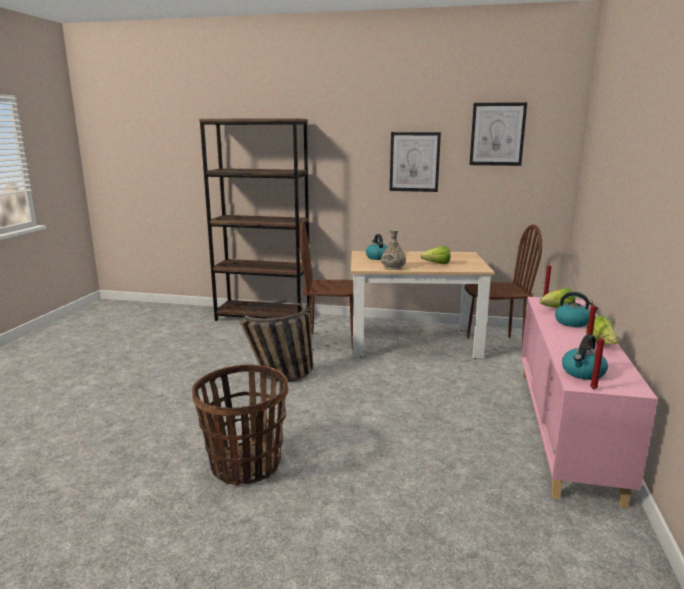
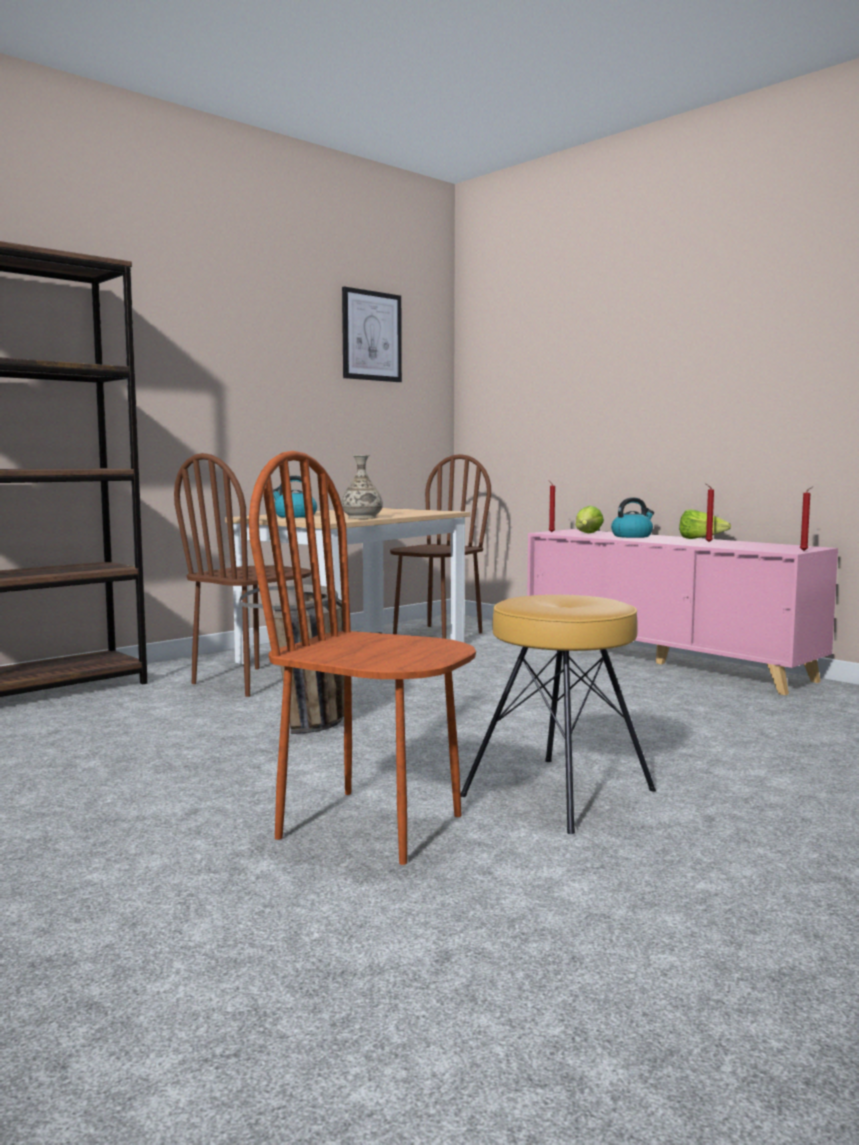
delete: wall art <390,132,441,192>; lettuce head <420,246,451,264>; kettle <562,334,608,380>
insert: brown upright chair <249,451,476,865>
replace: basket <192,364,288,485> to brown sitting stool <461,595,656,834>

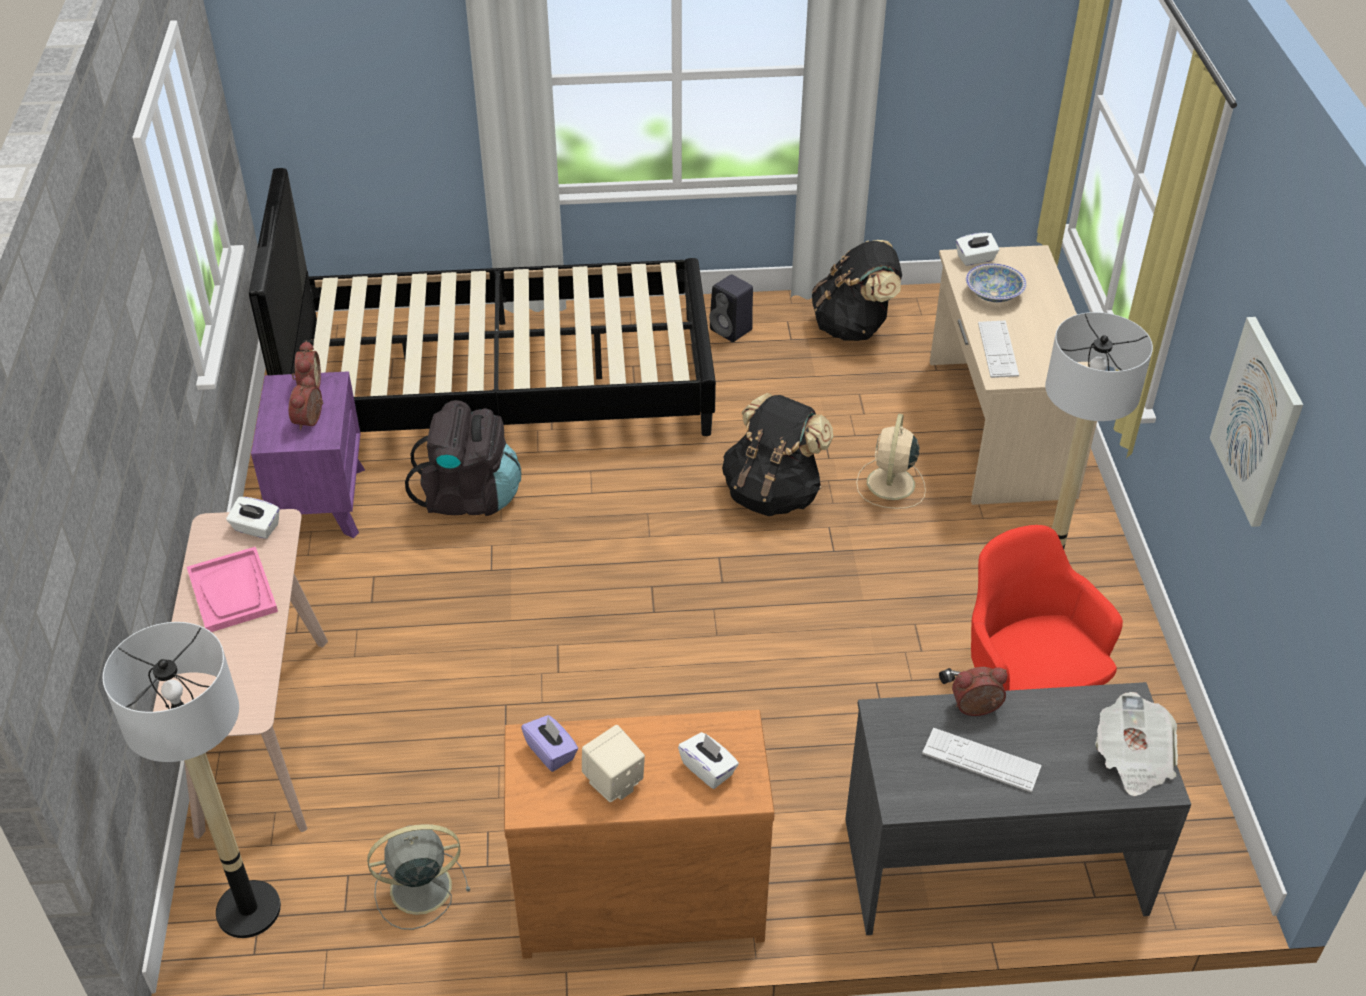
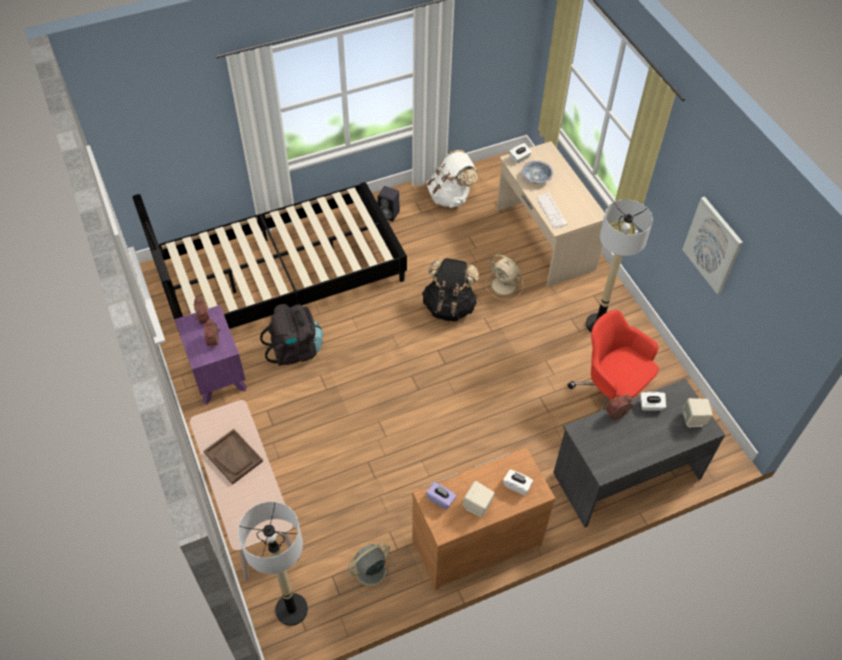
delete: computer keyboard <922,728,1042,792>
move: whitish box of tissues <226,497,279,539> to <640,392,666,411>
replace: printed paper <1095,692,1178,796> to sand-coloured speaker <682,398,713,428>
recolor: pink tray <187,547,278,632> to brown tray <204,429,263,485>; blackish backpack <812,240,902,341> to whitish backpack <427,150,478,208>
rotate: sand-coloured cooling fan <856,414,926,509> = <485,255,524,300> 45 degrees counterclockwise

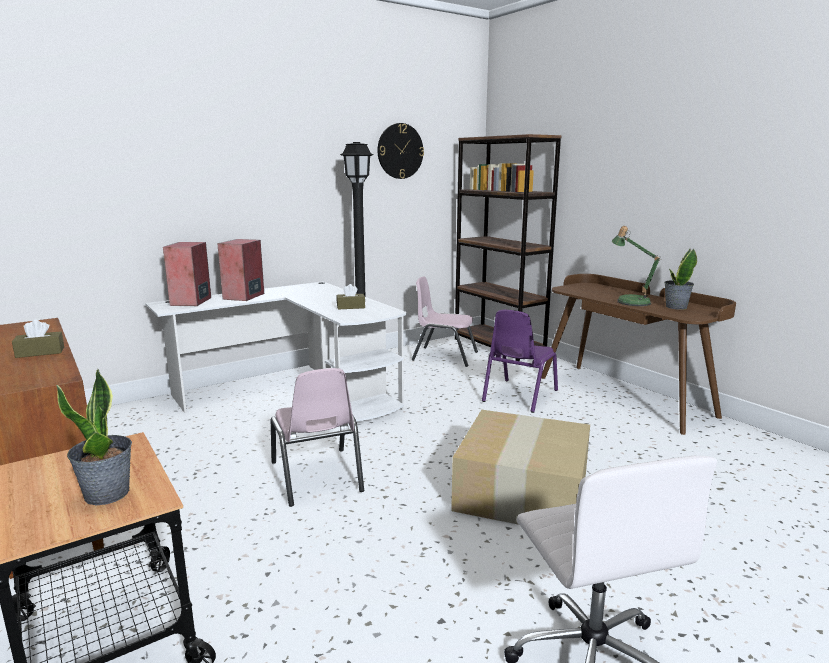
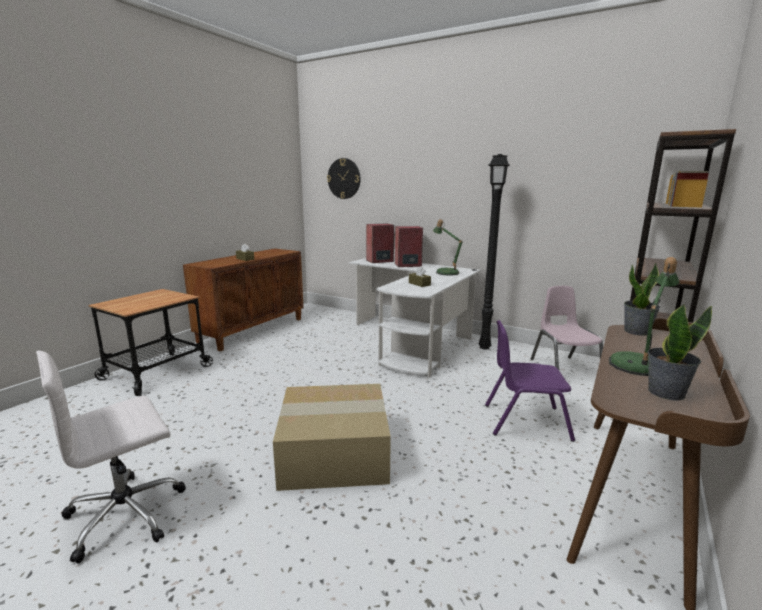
delete: pink upright chair <271,368,364,507>
insert: lamp for a table <433,219,463,276>
move: hanging clock <377,123,424,179> to <327,158,361,199>; plant in a pot <56,369,132,505> to <624,263,660,336>

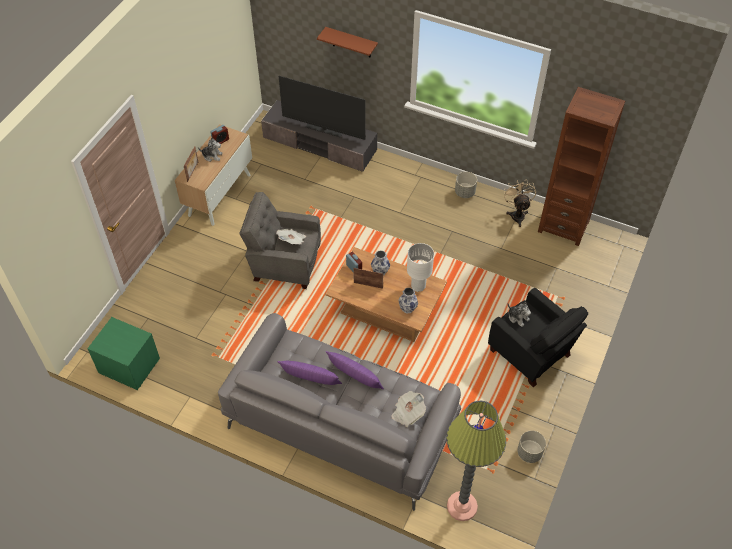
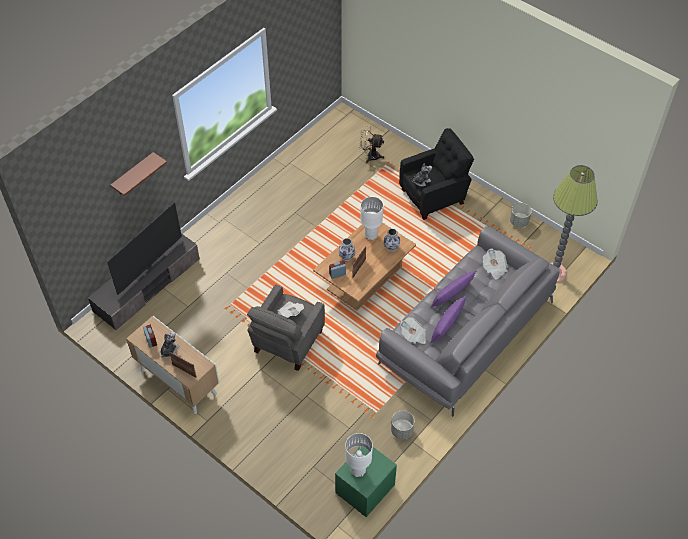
delete: brown bookshelf <538,87,625,246>
insert: whitish lamp for a table <345,433,373,477>; printed paper <400,317,426,344>
move: sand-coloured cooling fan <504,179,536,227> to <359,125,384,163>; gray planter <455,172,477,198> to <391,410,414,439>

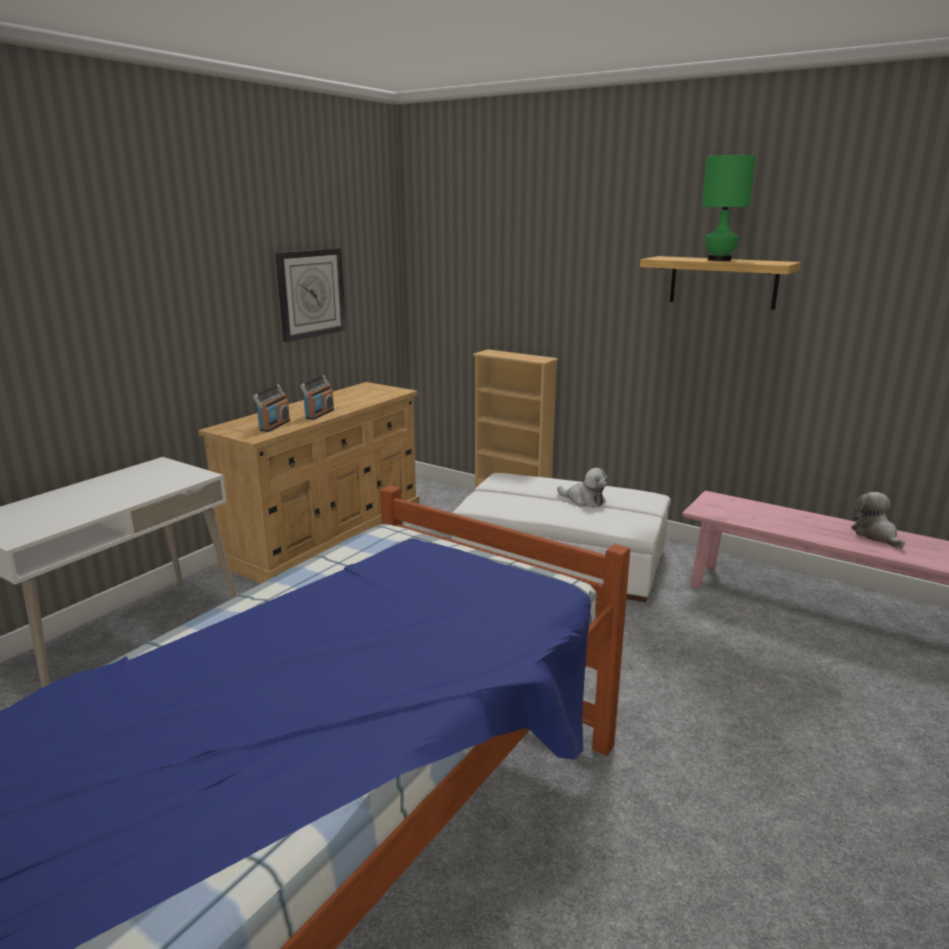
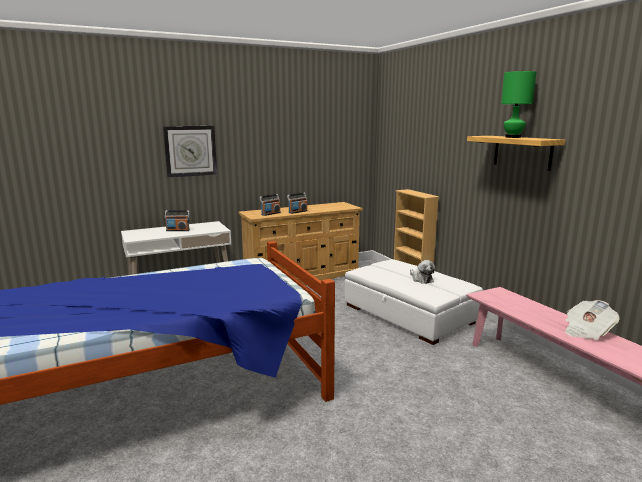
insert: radio set <165,210,190,231>
move: hanging clock <275,248,346,342> to <163,126,217,177>
replace: plush toy <851,492,905,549> to printed paper <565,300,619,340>

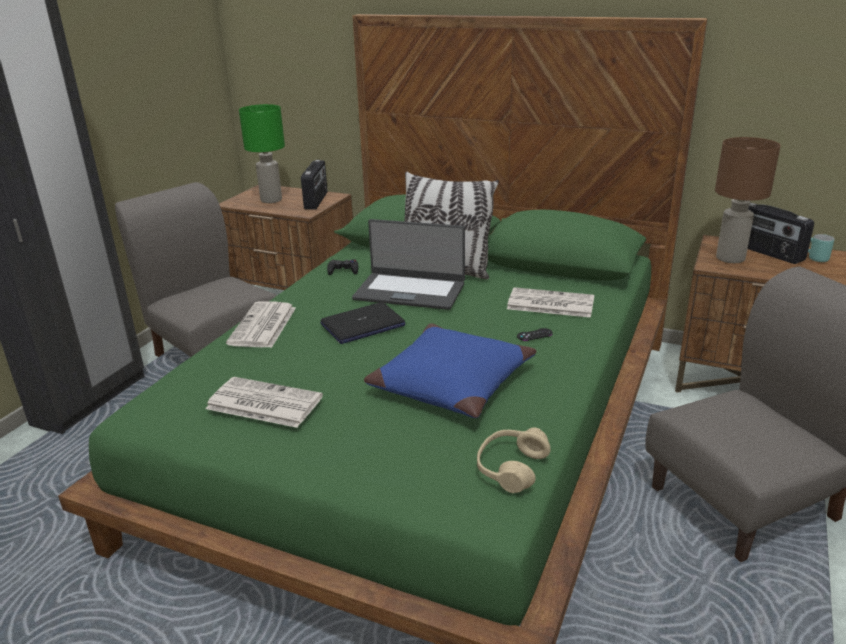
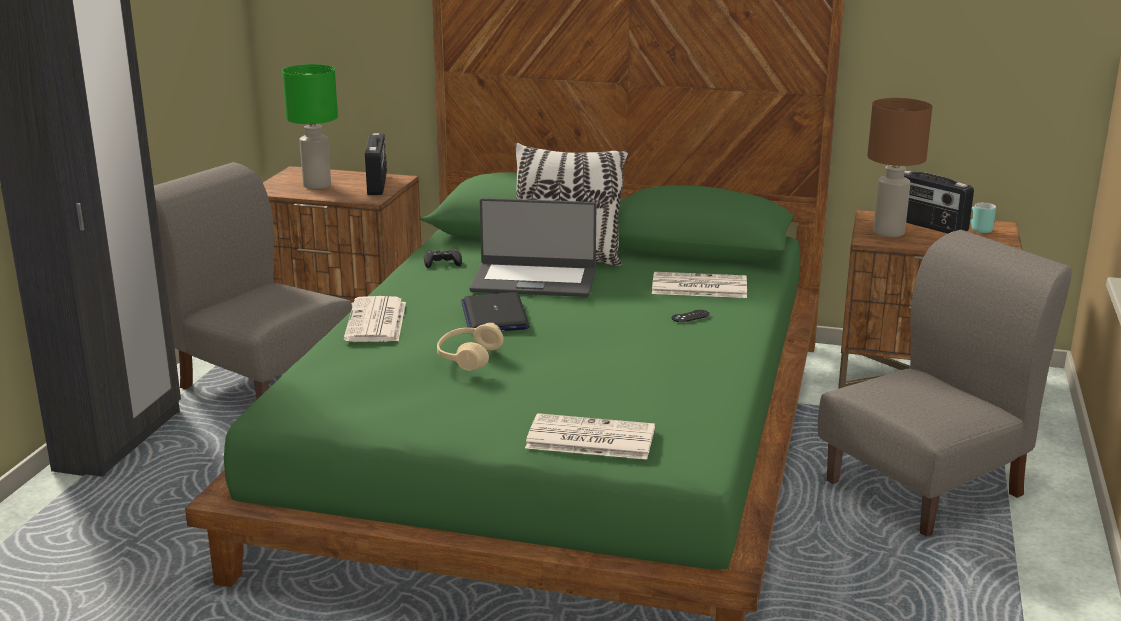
delete: blue pillow <364,323,537,418>
move: sand-coloured pair of headphones <477,428,550,493> to <437,323,504,371>; printed paper <205,377,323,428> to <525,413,655,460>
rotate: notebook computer <320,302,405,344> = <461,292,530,331> 120 degrees clockwise

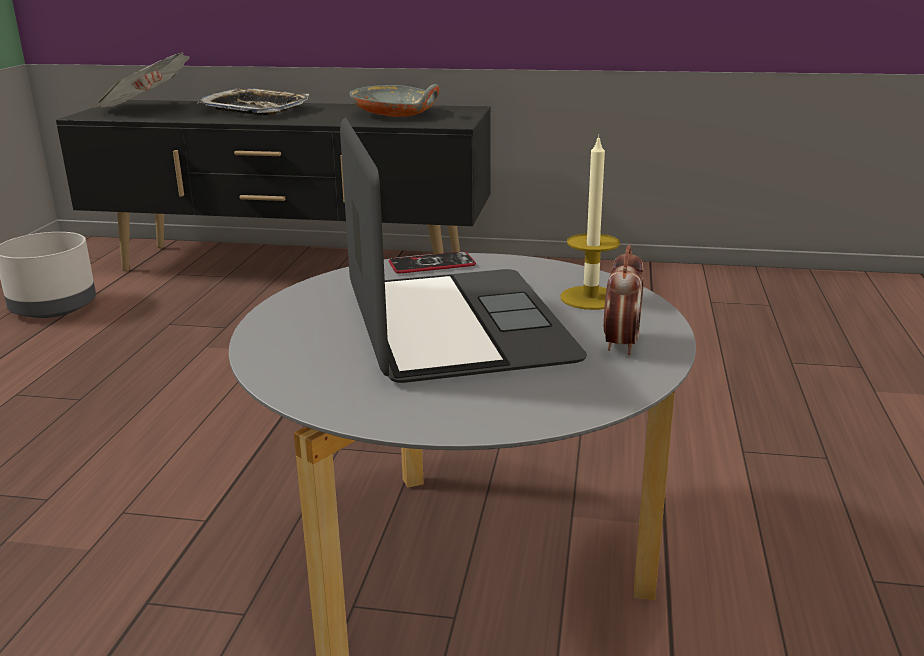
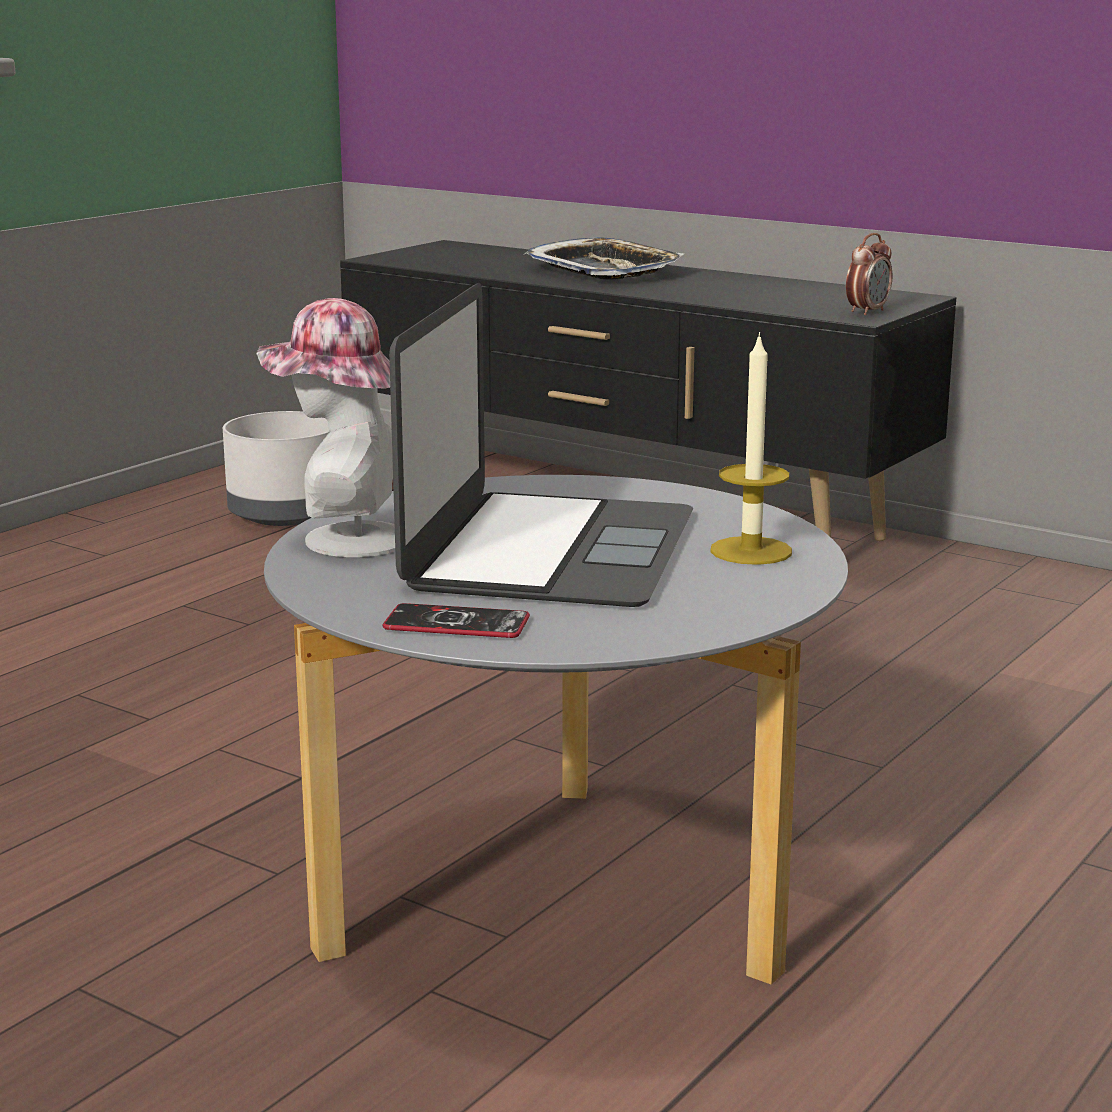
delete: printed paper <93,52,190,108>; gray serving bowl <349,84,439,117>
insert: clothing hat <256,298,395,557>
move: telephone <389,251,476,274> to <383,603,530,638>; alarm clock <604,245,644,355> to <846,233,893,315>

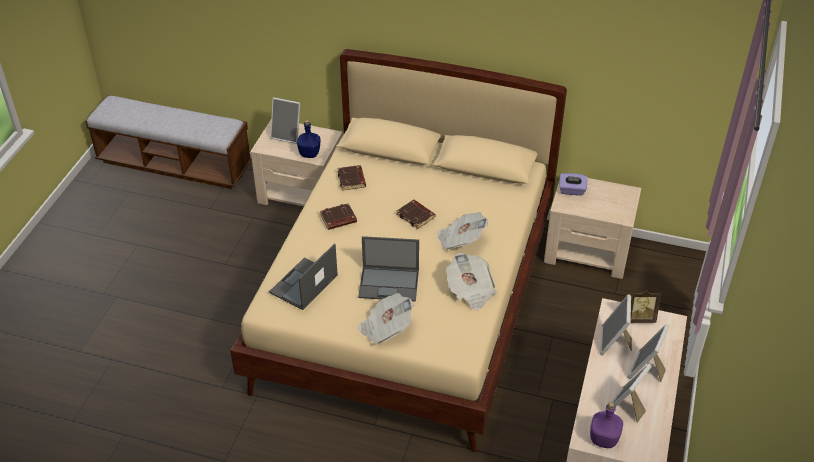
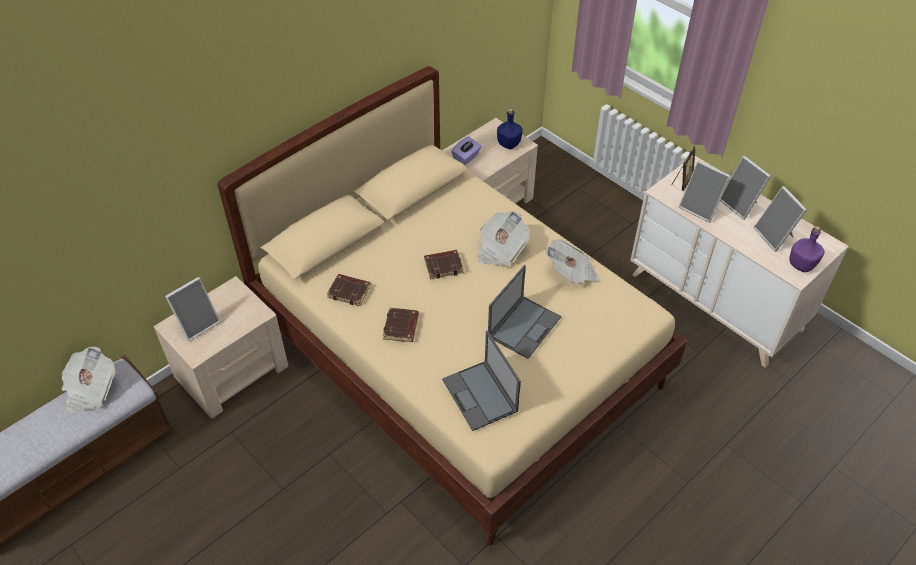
move: printed paper <358,293,414,345> to <61,347,115,412>; blue bottle <297,120,320,158> to <497,108,523,149>

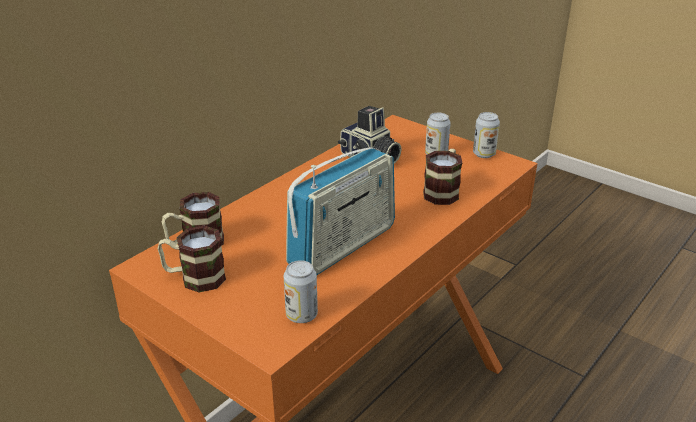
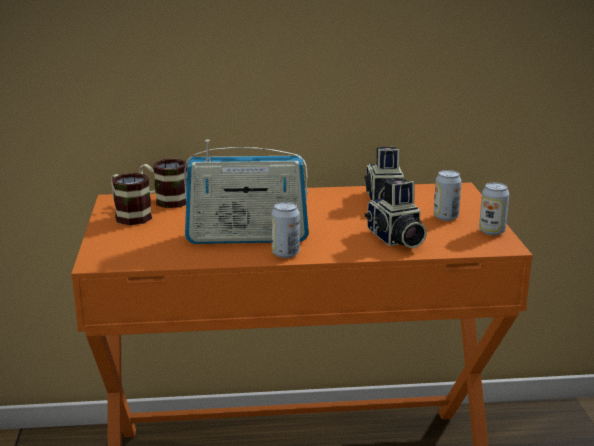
move: can <284,260,318,323> to <271,202,300,258>
replace: tea mug <423,149,462,205> to photo camera <365,178,427,248>

